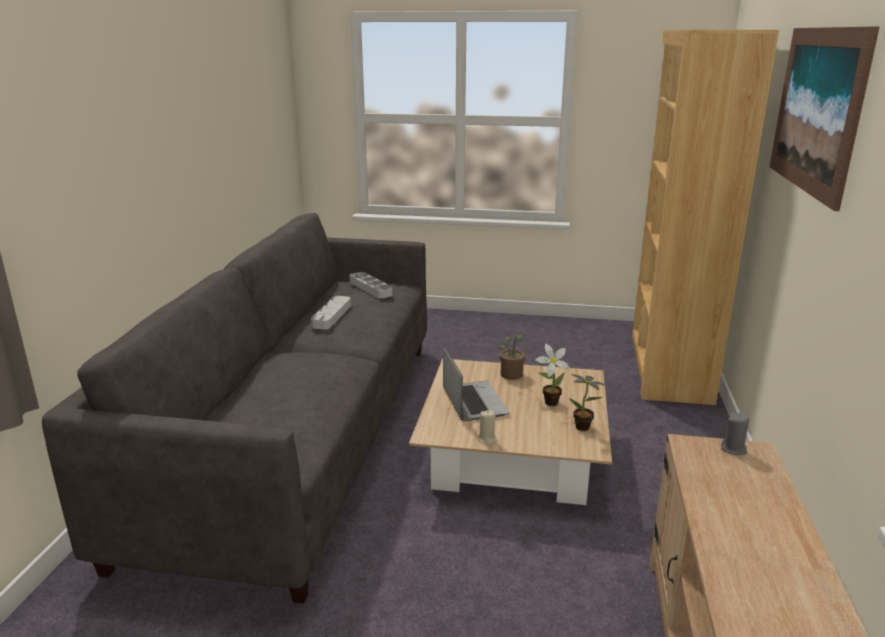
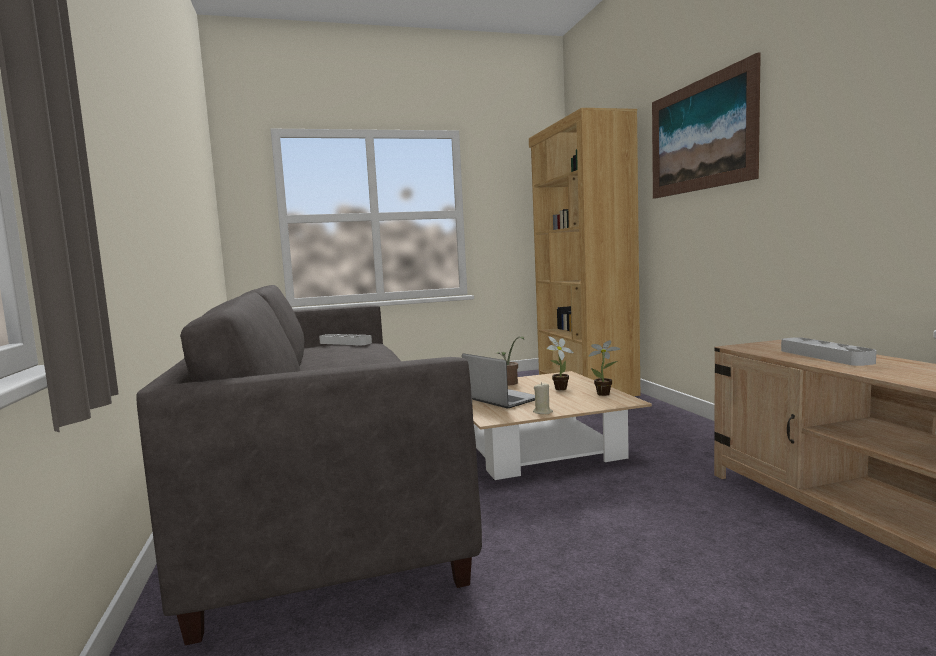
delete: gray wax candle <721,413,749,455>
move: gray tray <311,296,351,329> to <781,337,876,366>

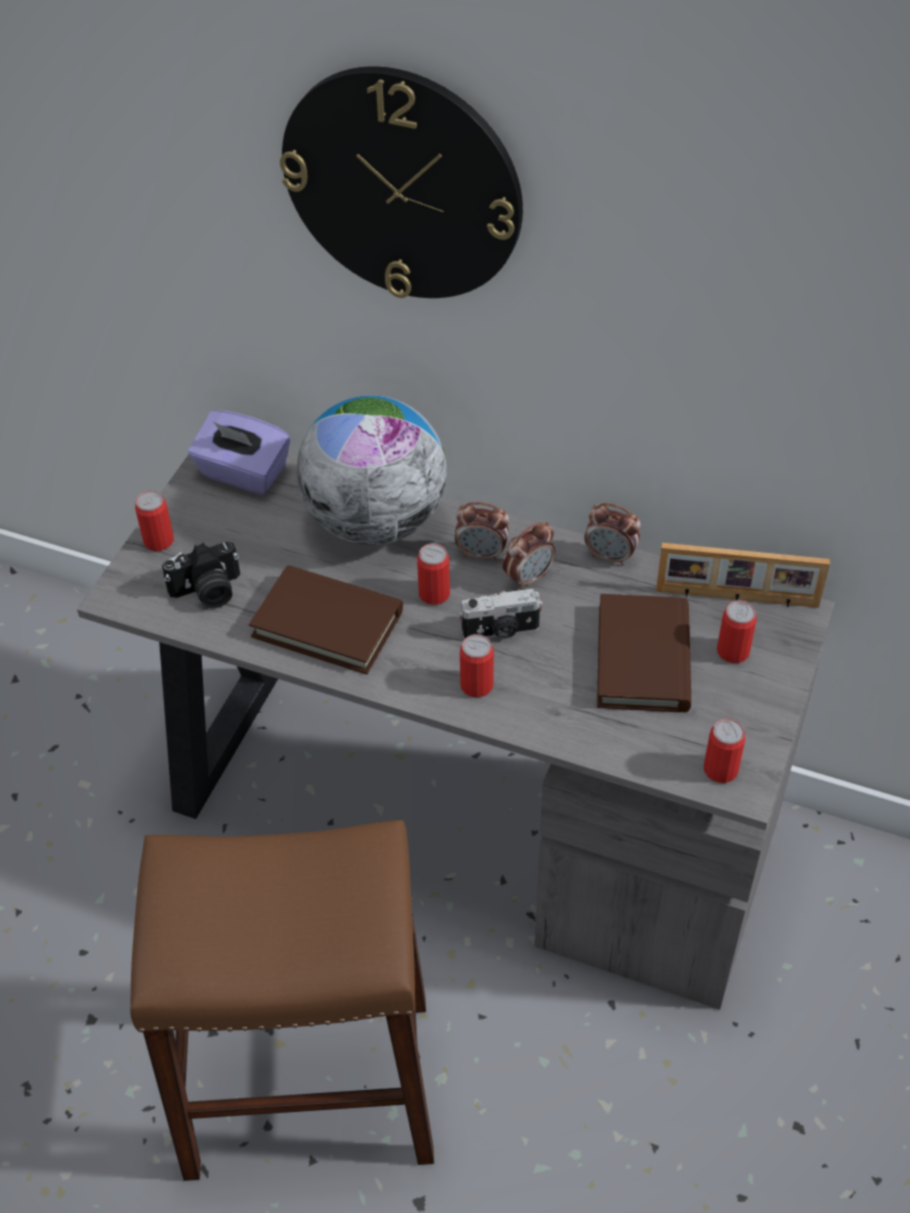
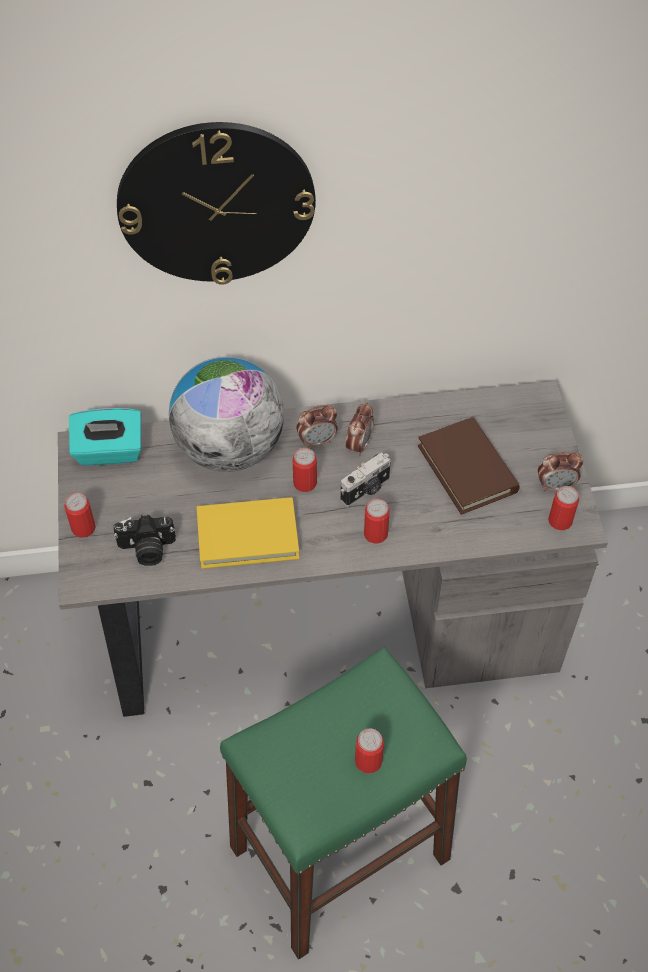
delete: photo frame <656,543,830,608>
move: can <717,600,757,663> to <355,729,384,774>; alarm clock <584,503,641,566> to <538,452,583,492>
recolor: purple box of tissues <188,410,290,495> to turquoise-coloured box of tissues <69,408,142,466>; brown volume <249,565,403,674> to yellowish volume <197,497,299,569>; brown sitting stool <130,820,434,1181> to green-coloured sitting stool <220,647,467,960>
rotate: photo camera <162,542,240,608> = <114,515,176,566> 45 degrees clockwise

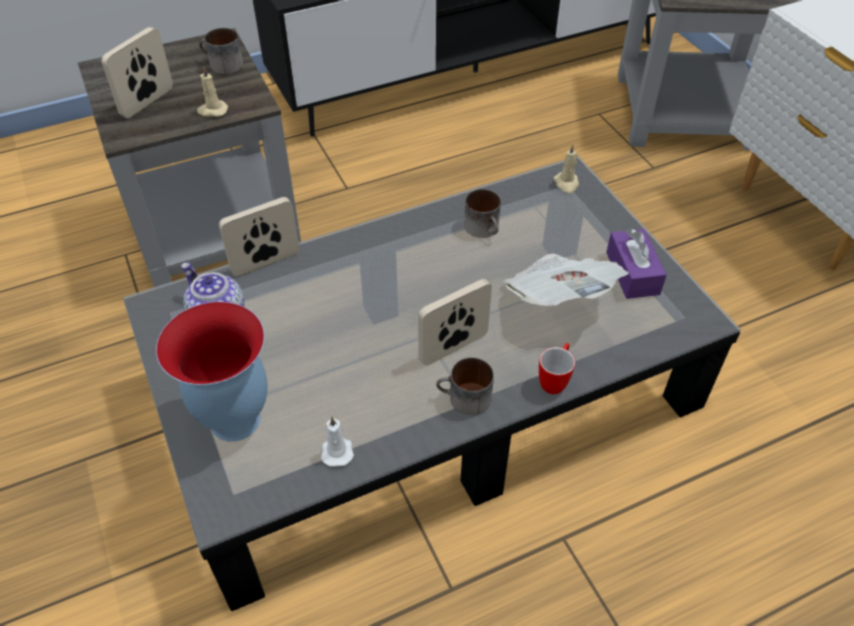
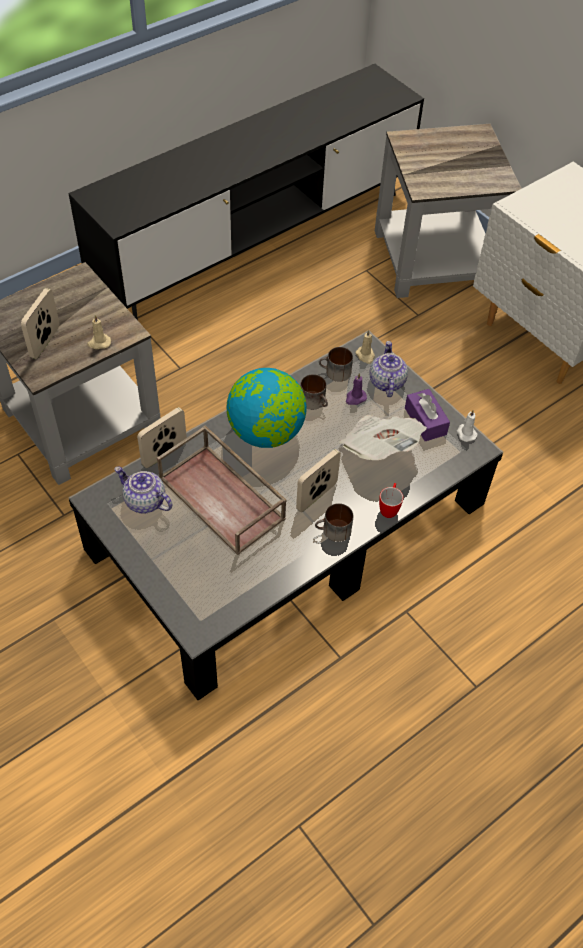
delete: decorative vase <156,302,268,442>
insert: brown tray <157,426,287,555>; world globe <227,368,307,448>; purple wax candle <346,373,367,405>; tea pot <370,341,408,397>
move: tea mug <199,28,243,74> to <319,347,353,382>; whitish wax candle <321,417,354,467> to <457,410,477,442>

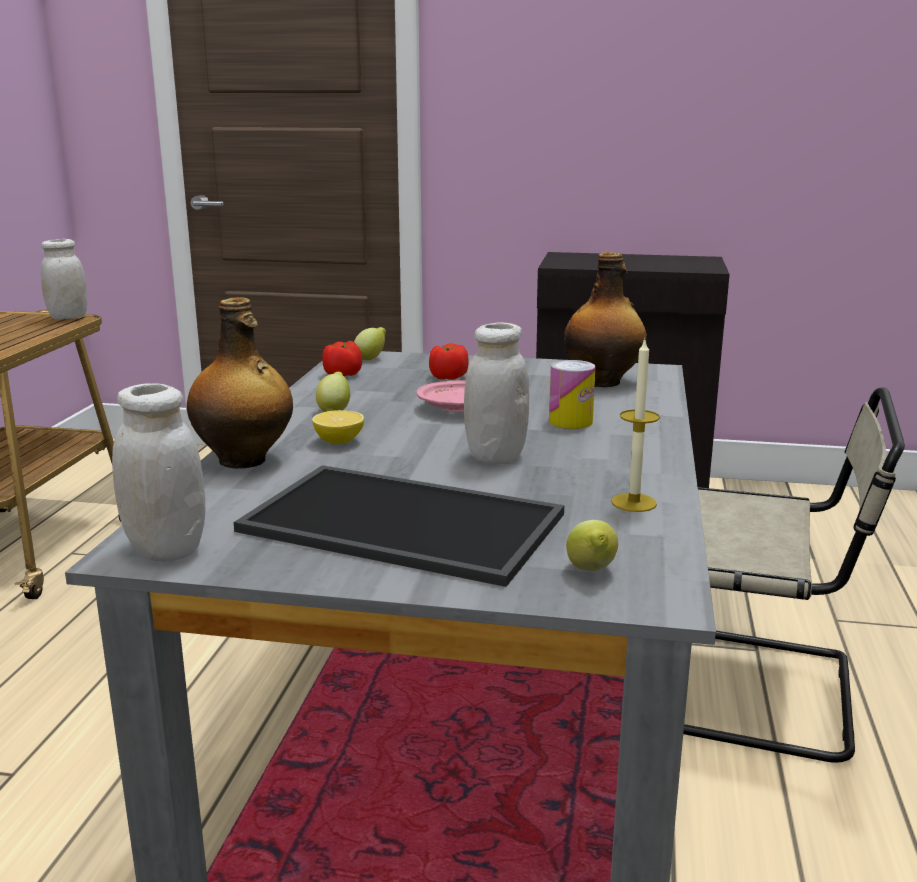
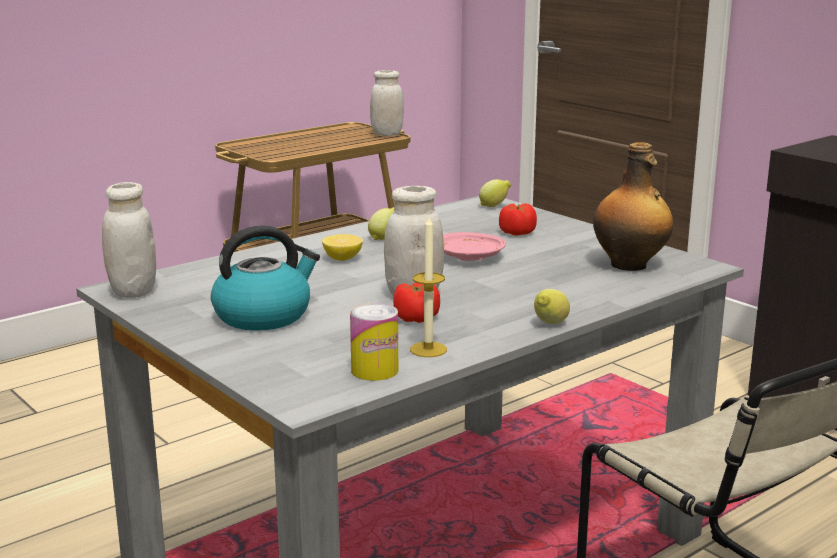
delete: bottle <187,297,293,469>
move: can <549,360,596,429> to <350,303,398,381>; fresh tomato <322,341,362,377> to <393,282,440,323>; citrus fruit <566,520,618,571> to <534,289,570,324>
replace: tray <234,465,564,587> to kettle <211,225,320,331>

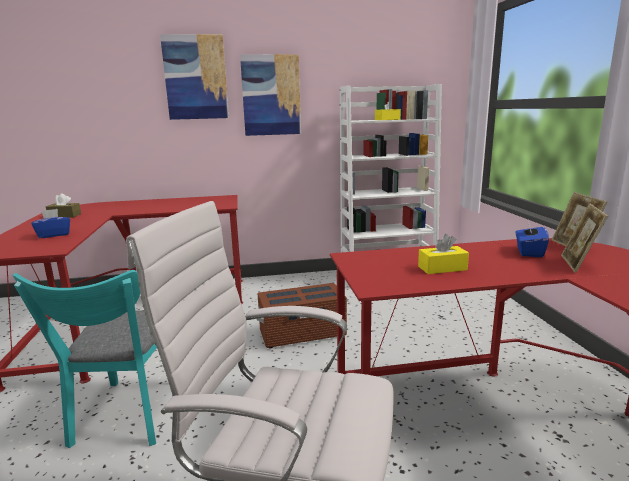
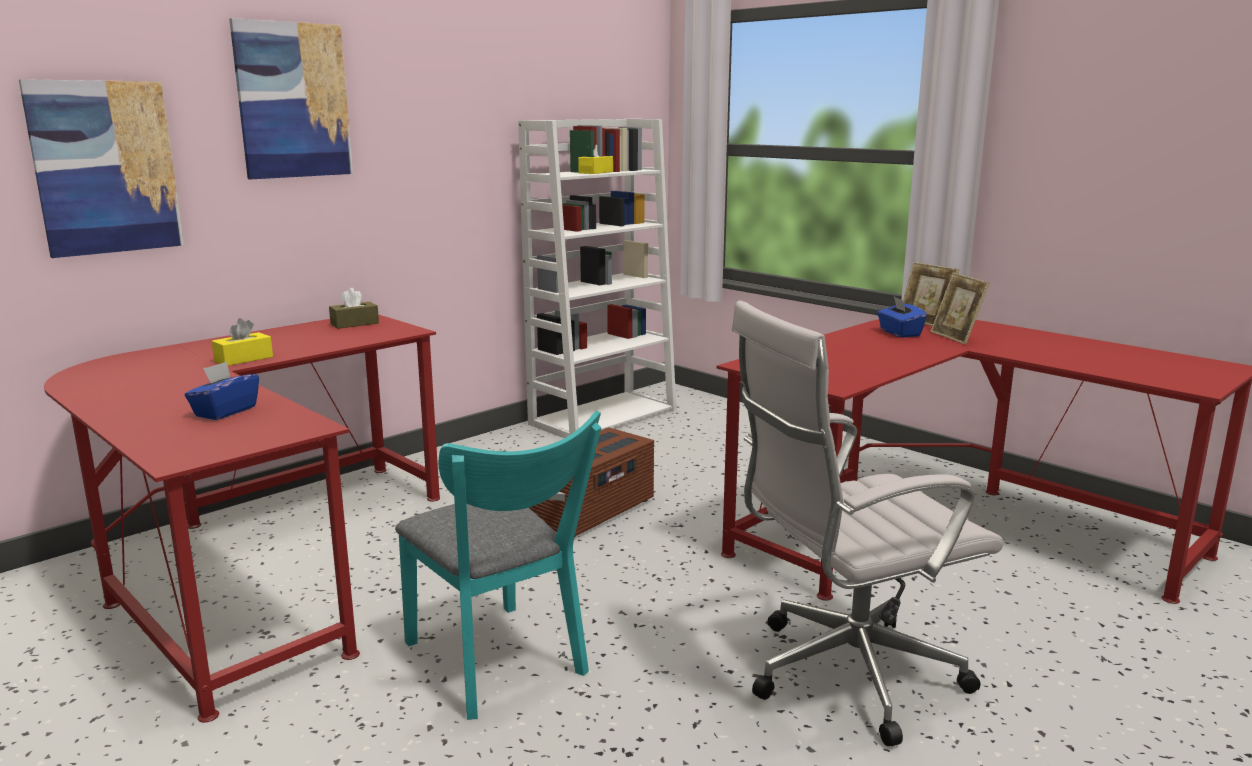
move: wall art <240,54,301,136> to <19,79,184,258>; yellowish box of tissues <418,234,469,274> to <211,318,273,366>; brown box of tissues <46,193,81,218> to <329,288,379,329>

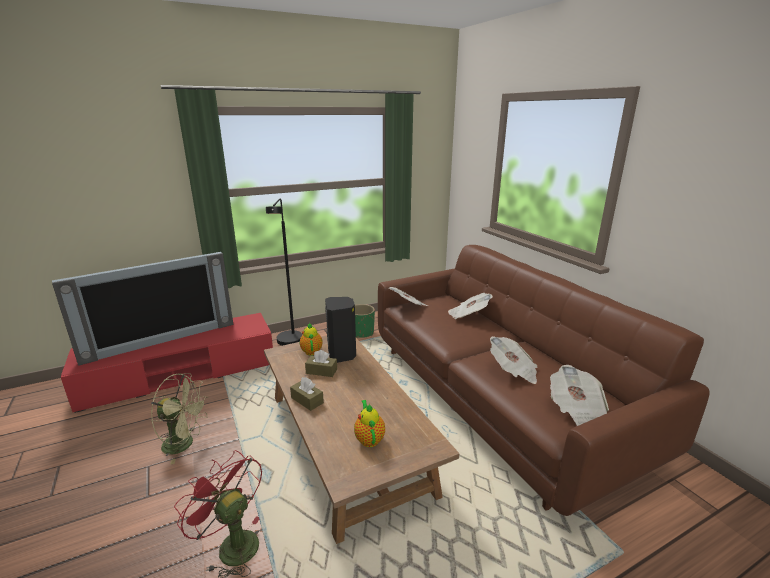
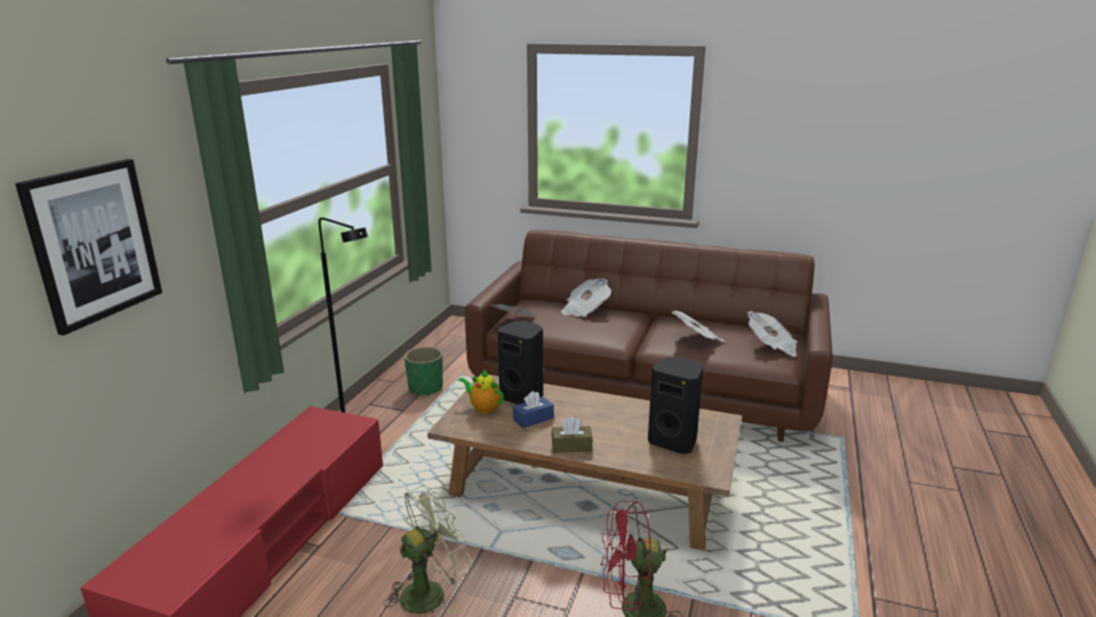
delete: television <52,252,234,366>
insert: wall art <15,159,162,336>
replace: tea pot <354,400,385,447> to blackish speaker <648,357,703,454>
recolor: brown box of tissues <305,350,337,377> to blue box of tissues <513,391,554,428>

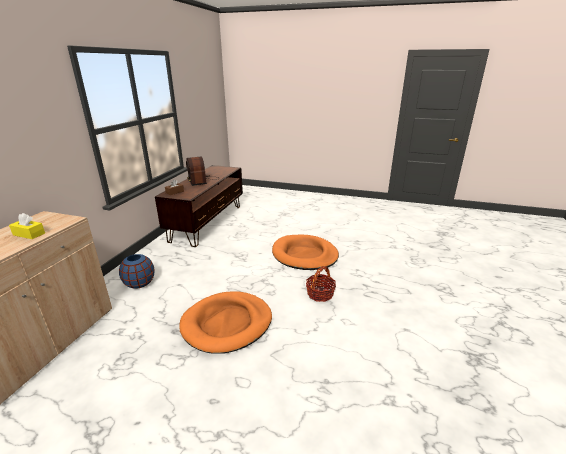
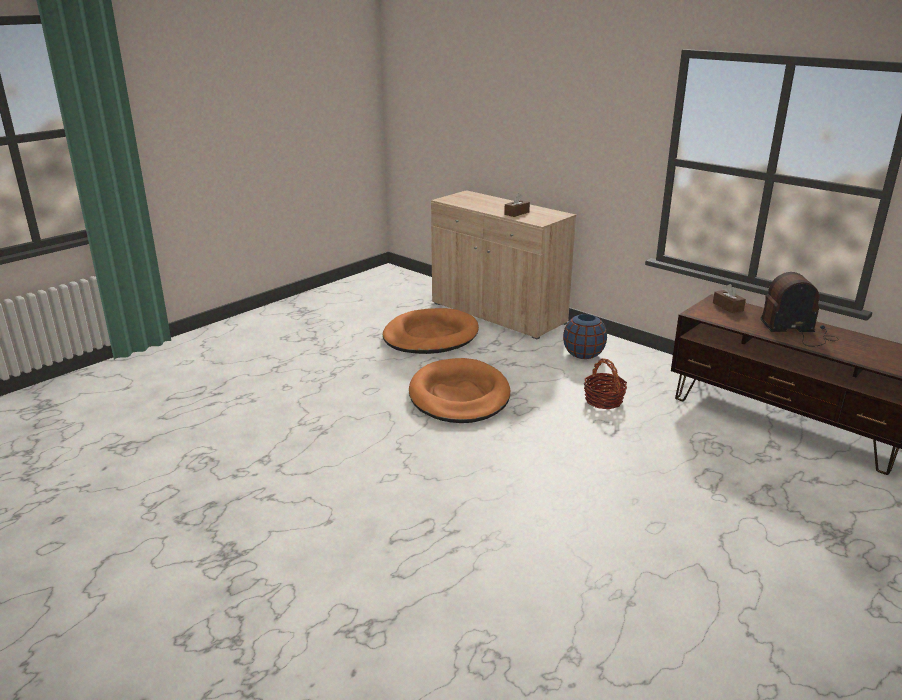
move: orange dog bed <272,235,339,270> to <383,308,479,354>; basket <306,266,336,302> to <584,358,627,409>
recolor: yellowish box of tissues <9,213,45,239> to brown box of tissues <504,193,530,217>

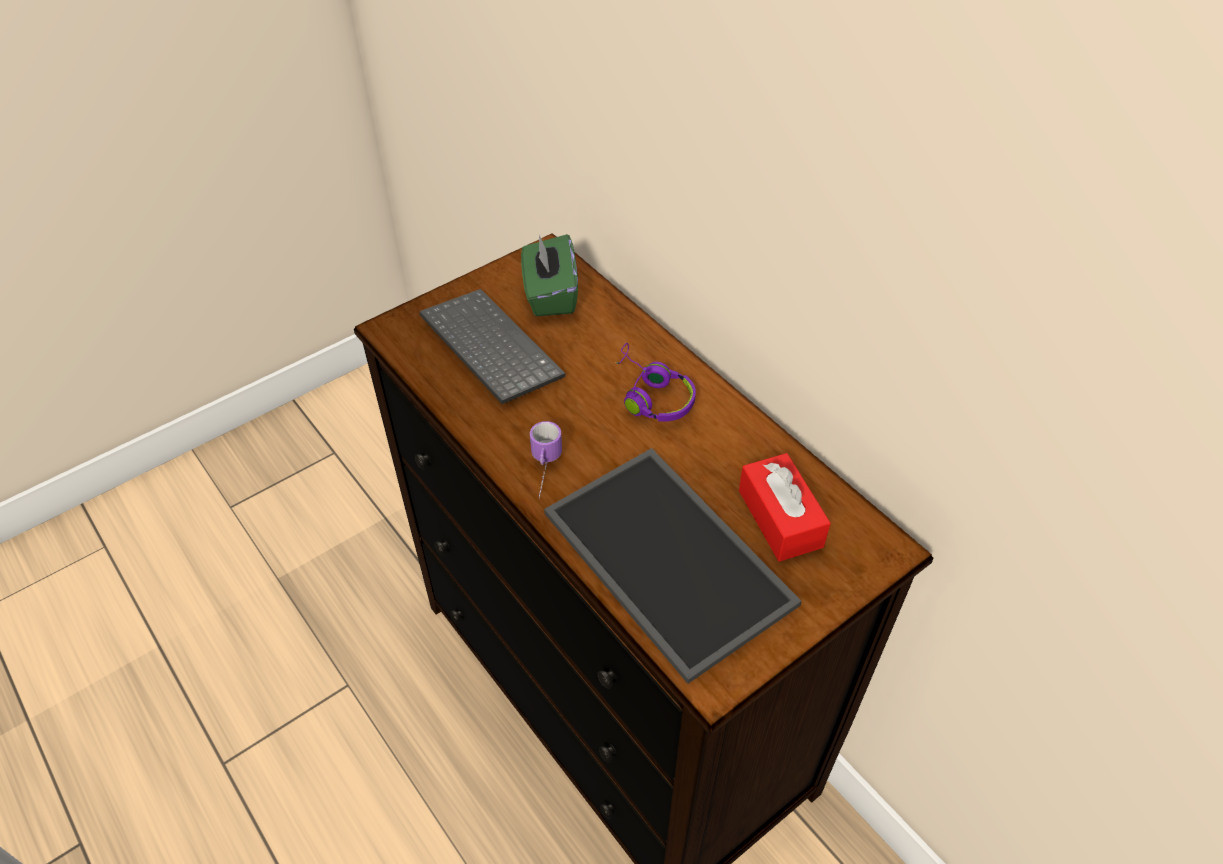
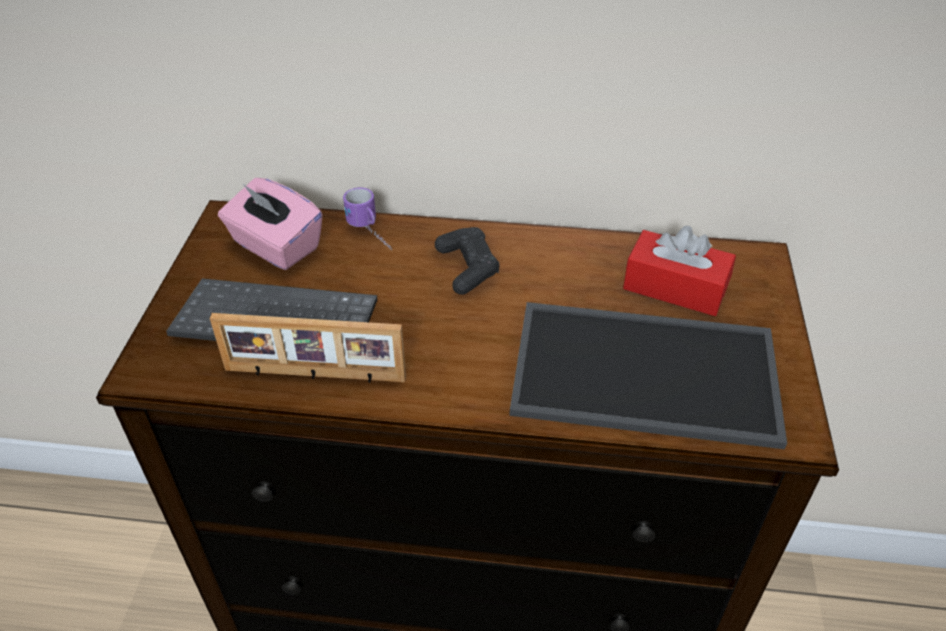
insert: photo frame <210,313,406,383>
move: tea mug <530,421,562,498> to <343,187,392,250>
replace: purple pair of headphones <615,343,696,422> to blackish game controller <435,227,499,295>
recolor: green-coloured box of tissues <521,234,578,316> to pink box of tissues <218,178,323,270>

